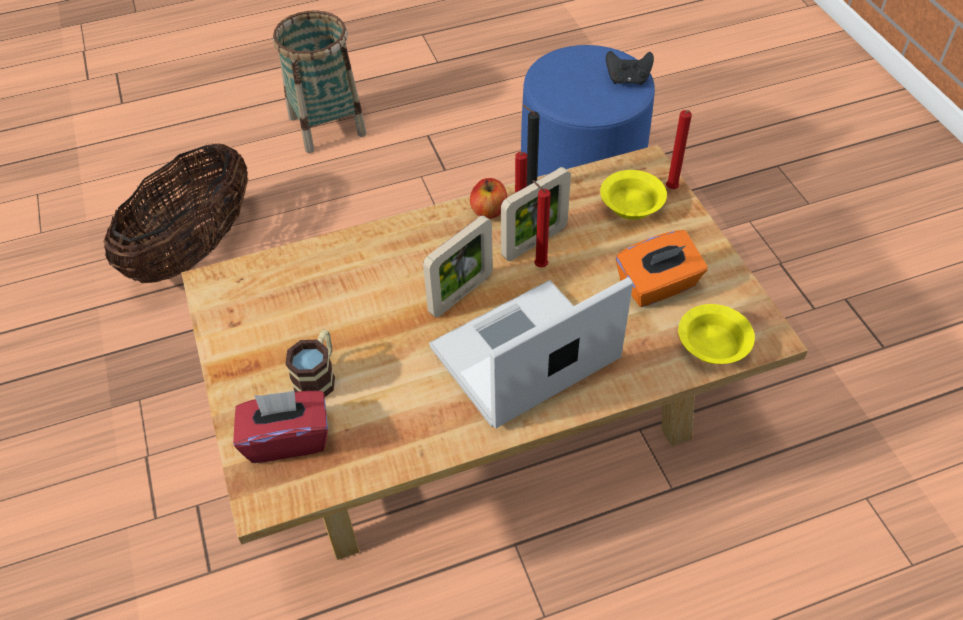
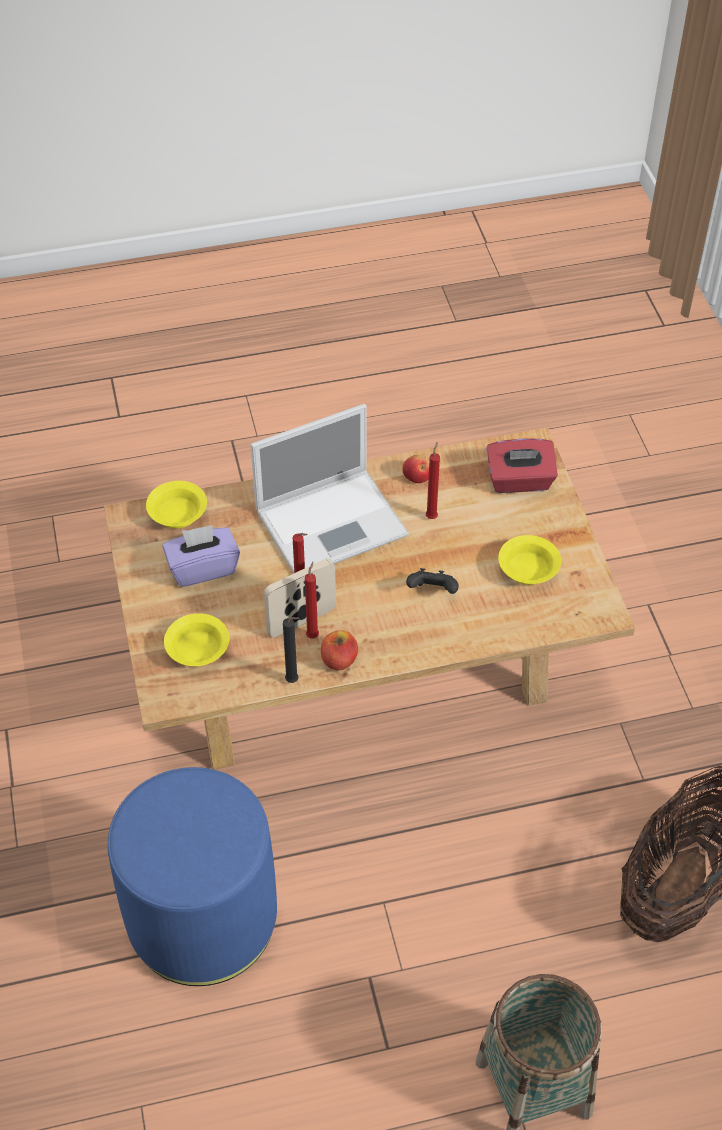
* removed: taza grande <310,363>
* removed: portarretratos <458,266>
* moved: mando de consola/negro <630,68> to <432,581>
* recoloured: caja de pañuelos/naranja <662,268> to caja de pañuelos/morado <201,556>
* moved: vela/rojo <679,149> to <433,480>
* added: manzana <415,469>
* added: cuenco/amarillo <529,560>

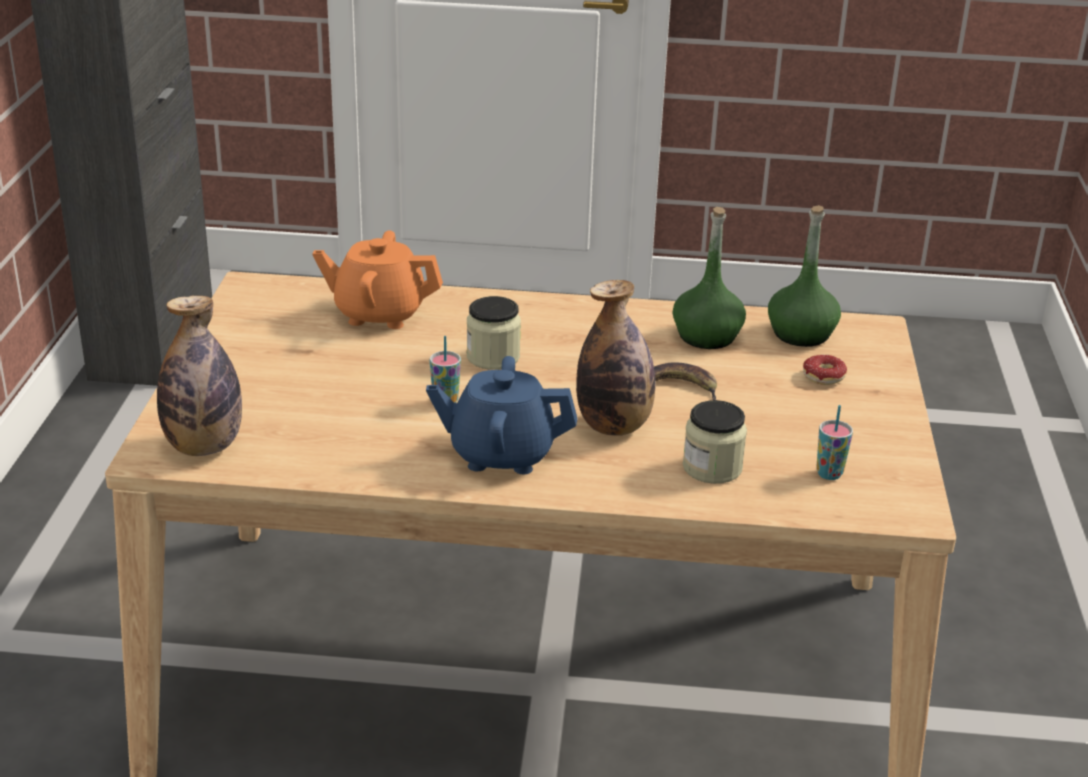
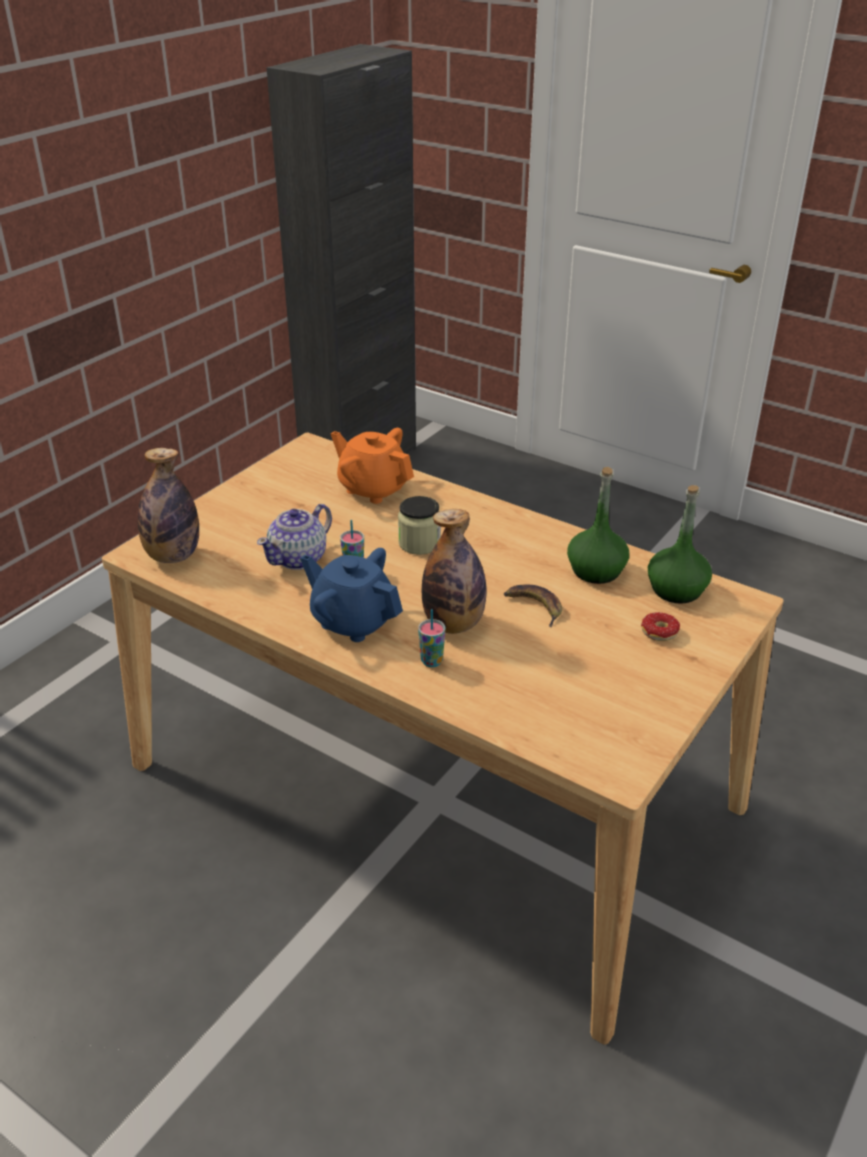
* removed: tarro <715,442>
* moved: taza <834,442> to <431,638>
* added: tetera <294,537>

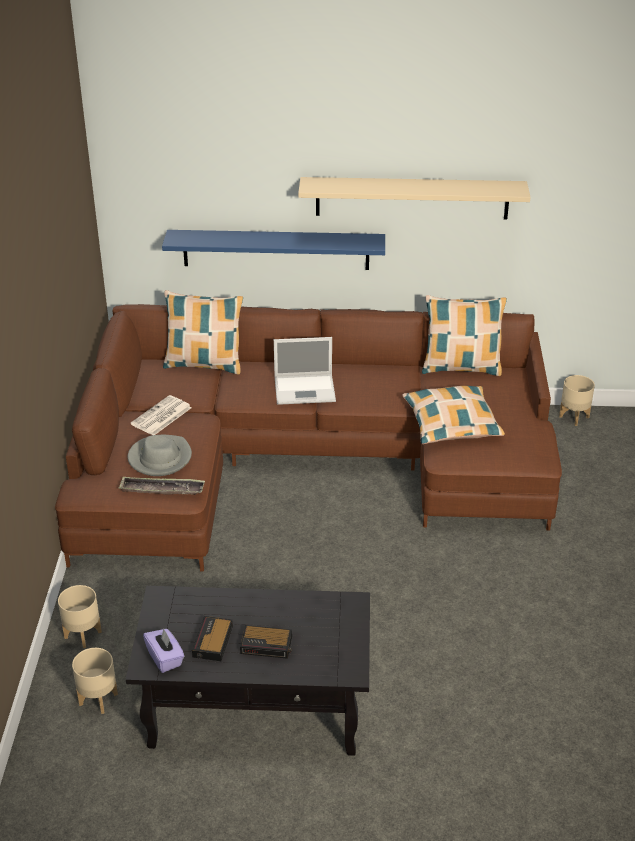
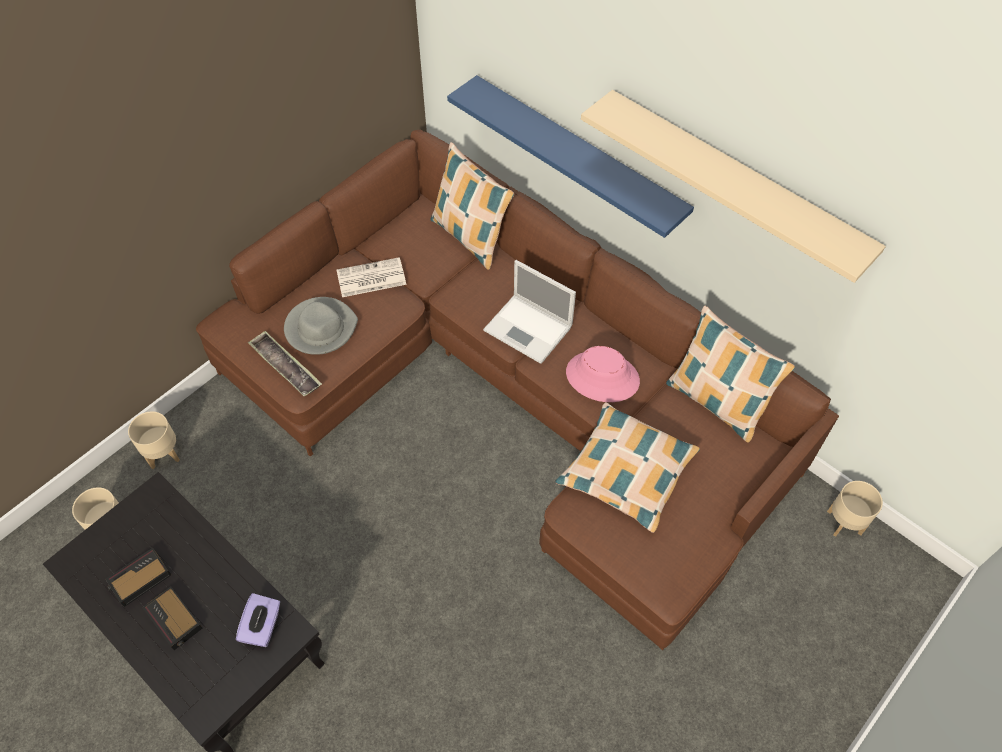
* moved: caja de pañuelos/morado <163,651> to <258,620>
* added: sombrero/rosa <603,374>

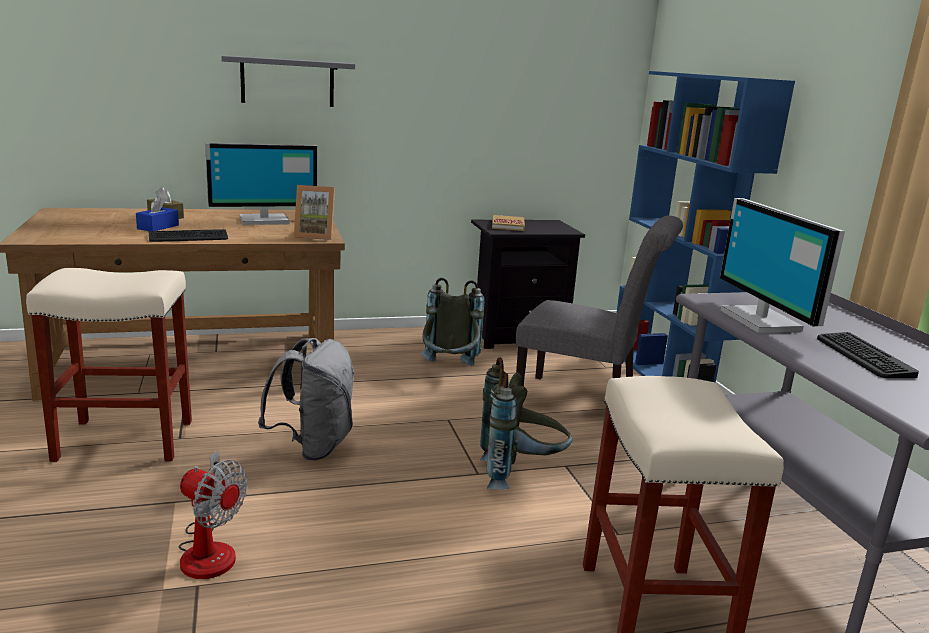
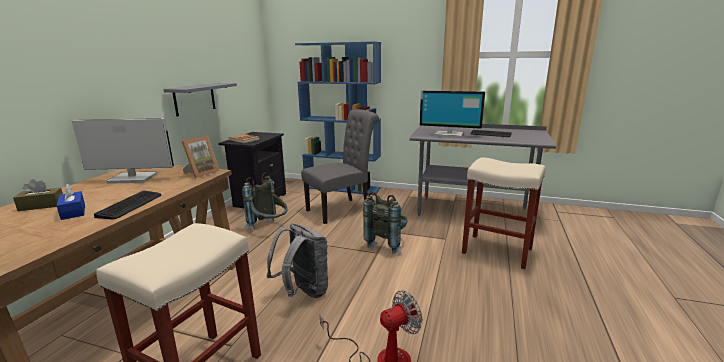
* turned: monitor <261,184> = <123,151> 105 degrees counterclockwise
* moved: estante/gris <288,81> to <200,100>

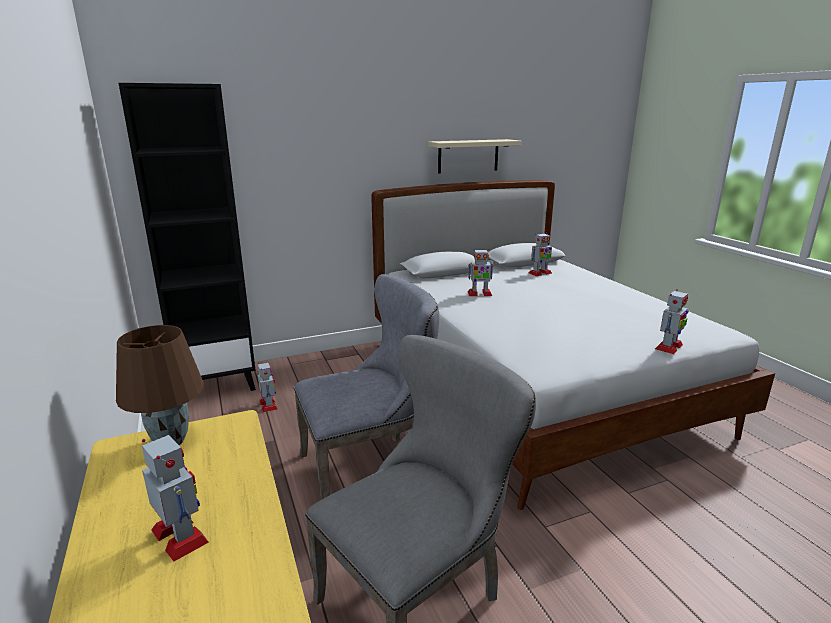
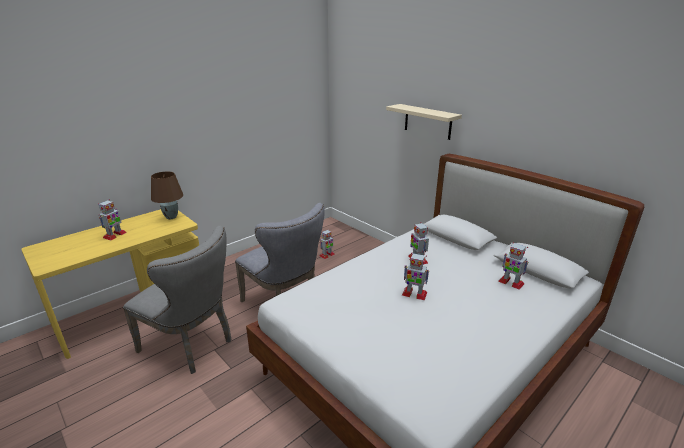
* removed: estantería/negro <187,237>
* moved: estante/beis <475,156> to <424,122>
* moved: robot de juguete <671,321> to <415,276>

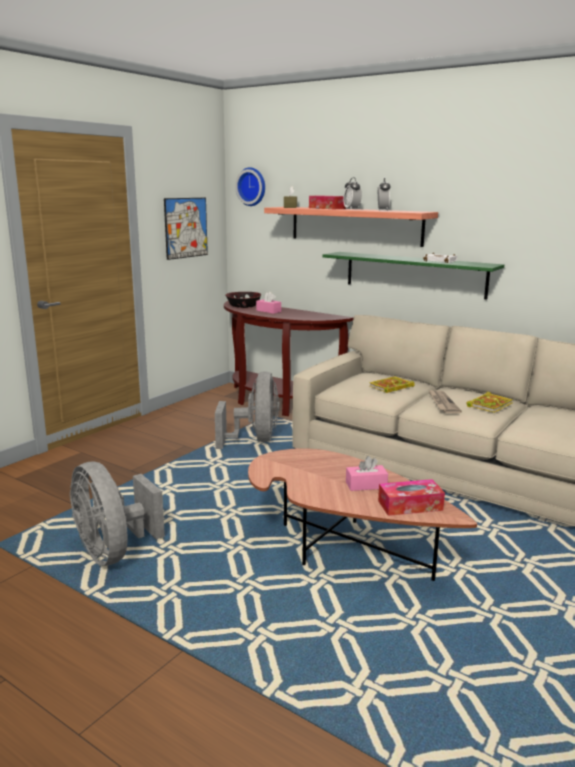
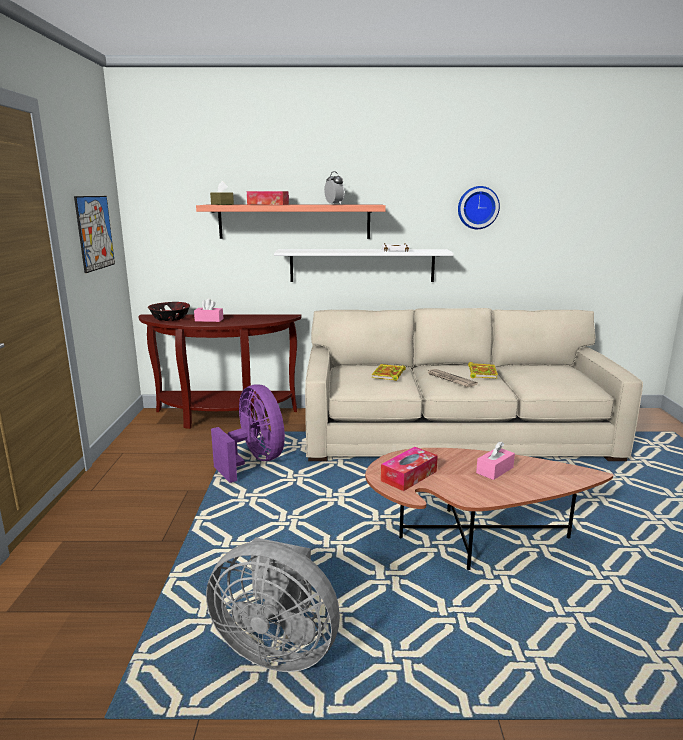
* recoloured: ventilador/gris <247,410> to ventilador/morado <248,433>
* moved: reloj de pared <250,186> to <479,207>
* recoloured: estante/verde <413,275> to estante/blanco <364,265>
* removed: despertador <352,193>
* moved: caja de pañuelos <411,497> to <409,469>

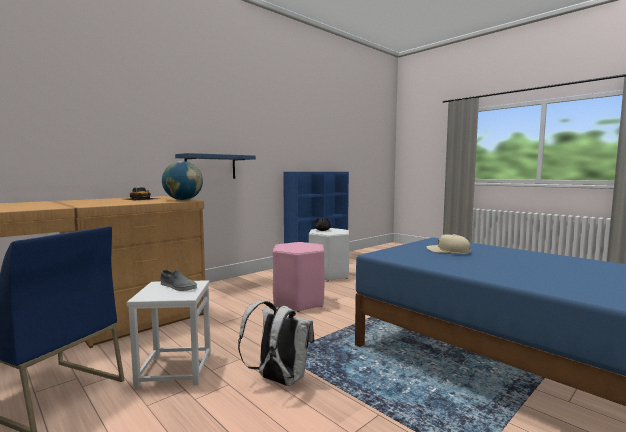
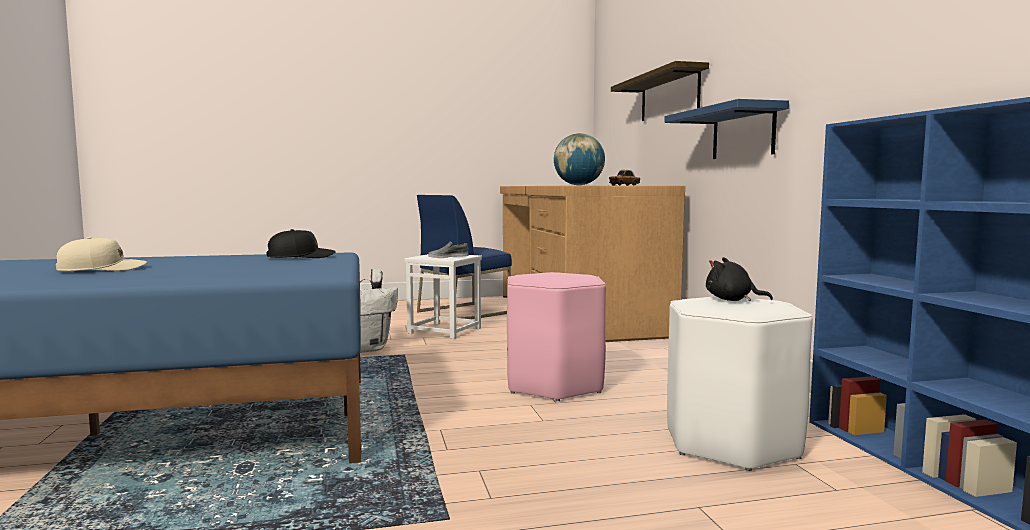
* moved: gorra/beis <449,244> to <101,254>
* added: gorra/negro <301,243>
* added: estante <660,91>

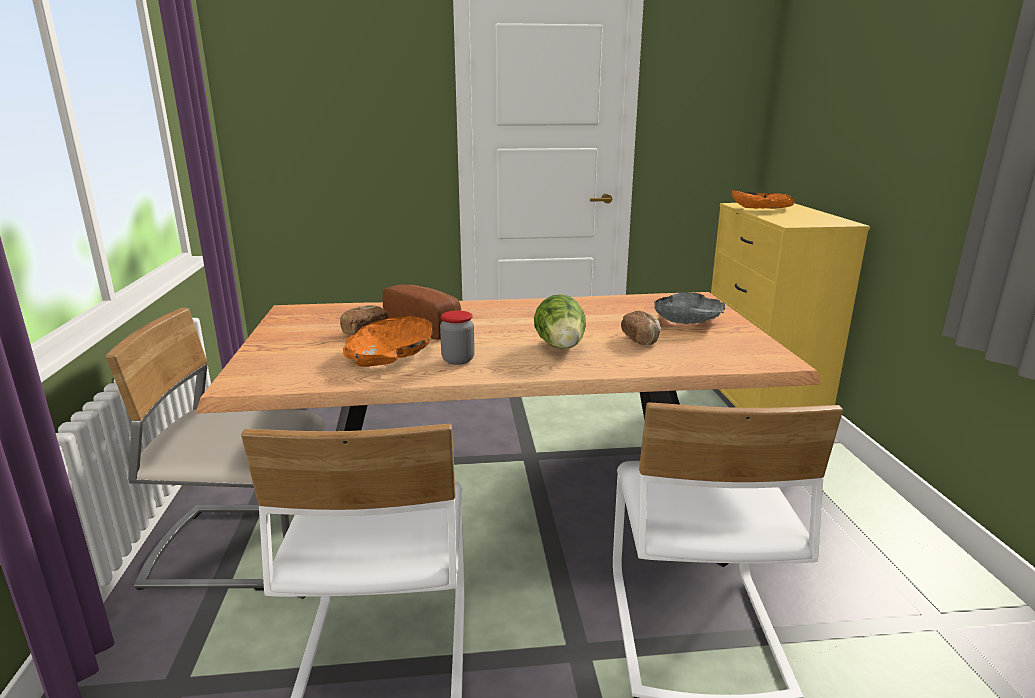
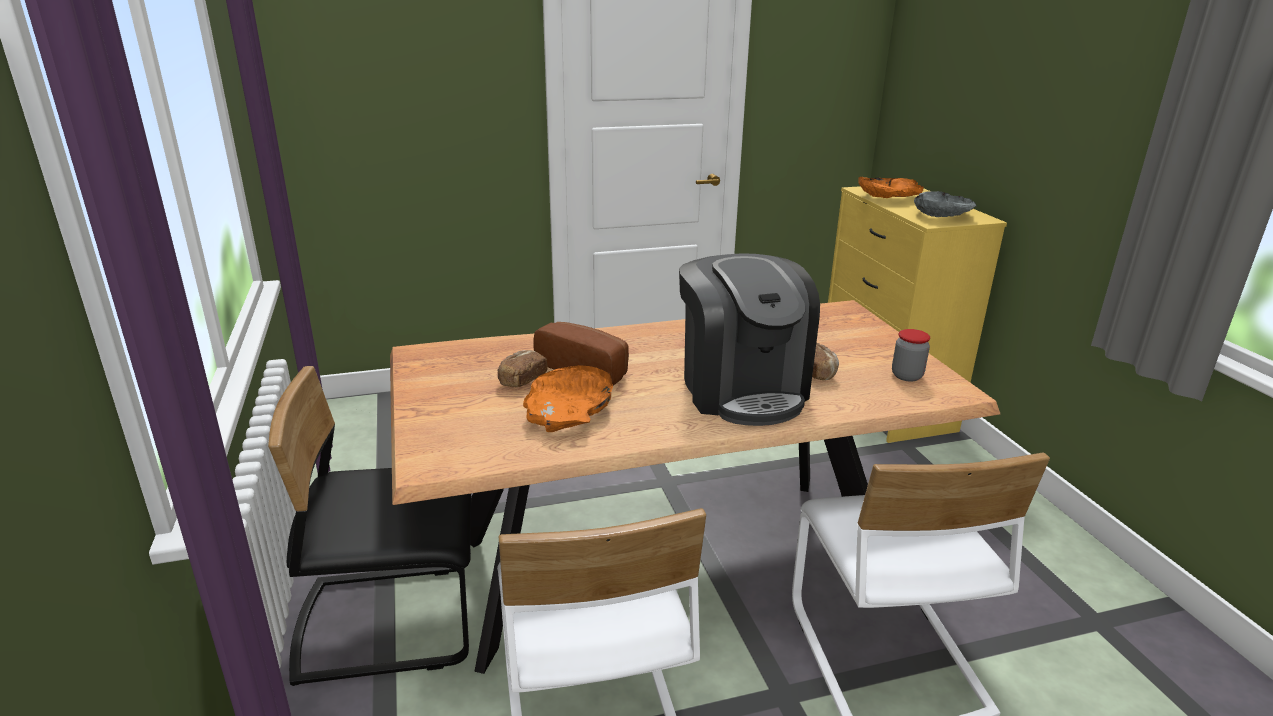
* recoloured: silla/beis <215,449> to silla/negro <369,526>
* moved: tarro <457,337> to <911,355>
* replaced: lechuga <560,321> to cafetera <749,339>
* moved: cuenco/gris <689,308> to <945,204>

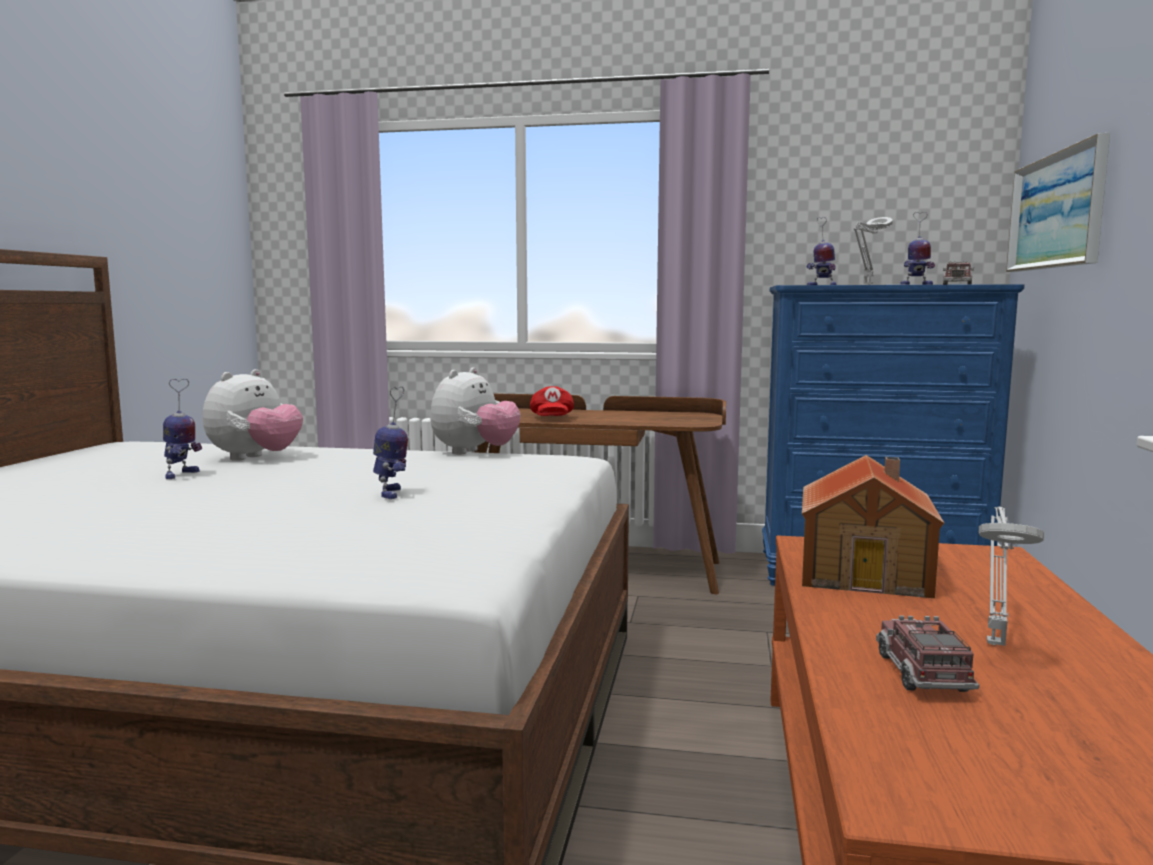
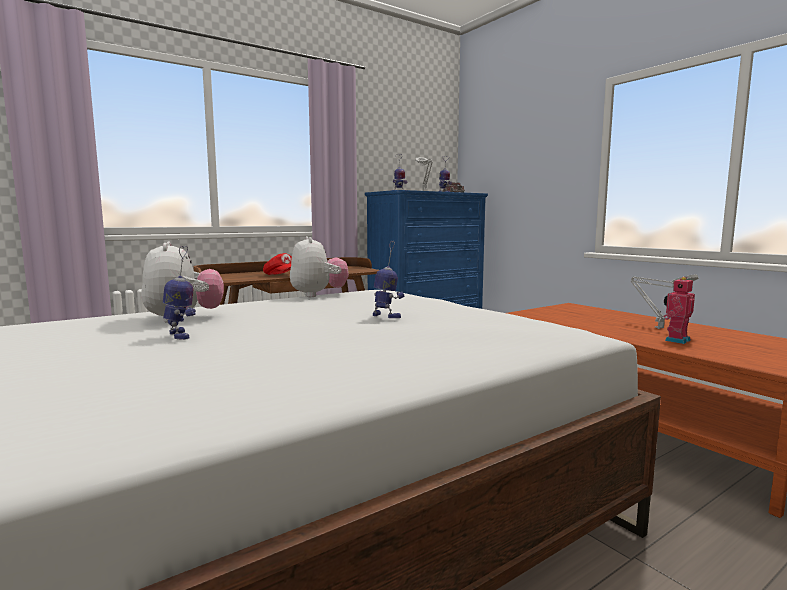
* removed: casita <873,526>
* replaced: camión de juguete <927,654> to robot de juguete <679,310>
* removed: cuadro <1058,202>

